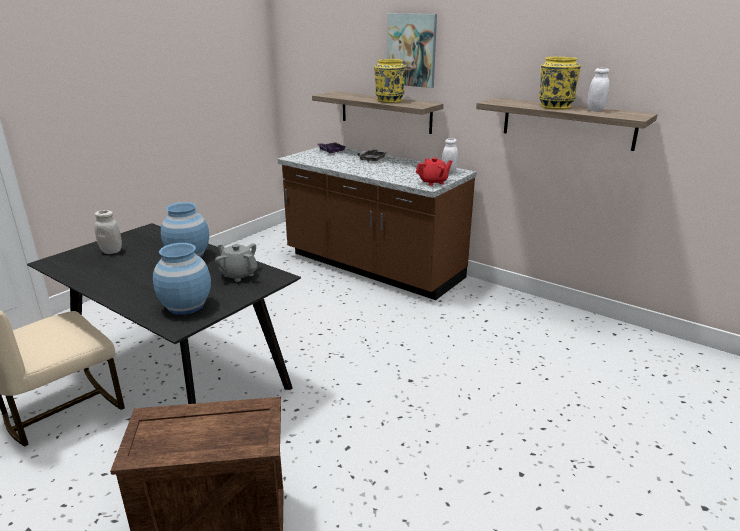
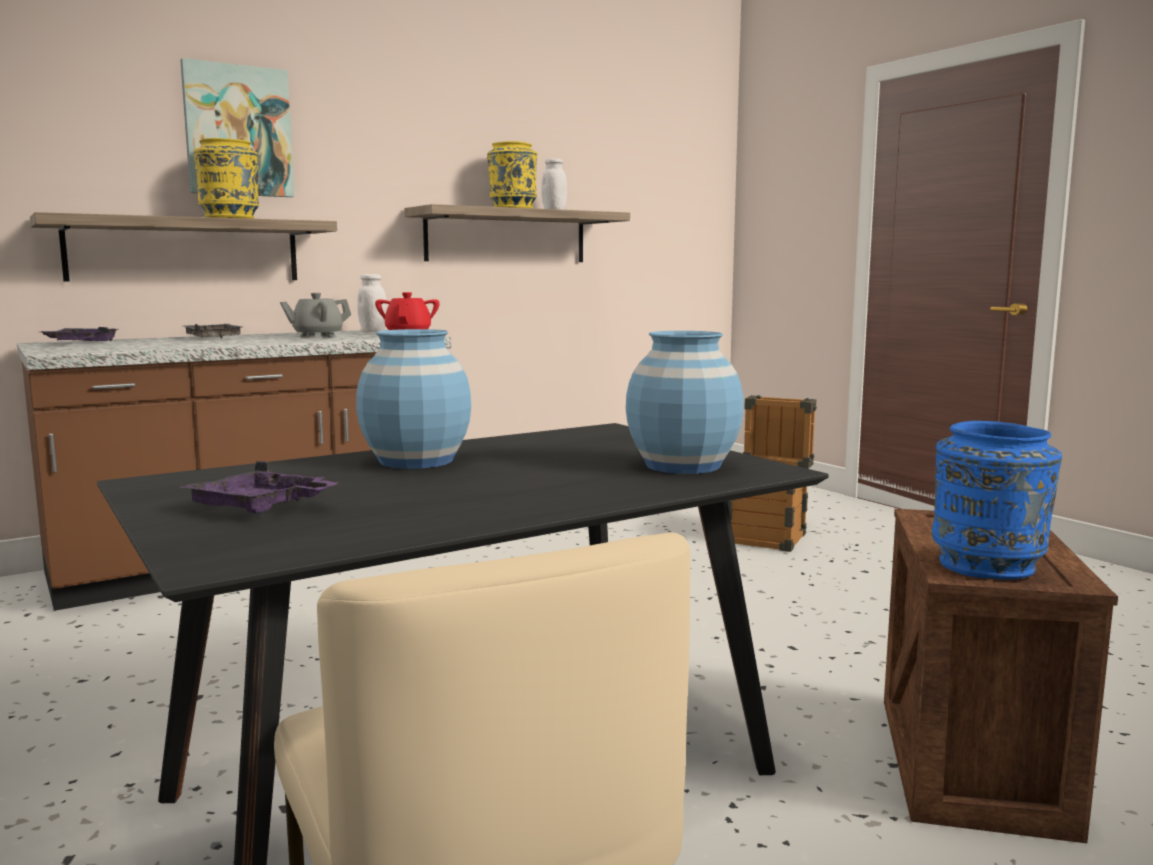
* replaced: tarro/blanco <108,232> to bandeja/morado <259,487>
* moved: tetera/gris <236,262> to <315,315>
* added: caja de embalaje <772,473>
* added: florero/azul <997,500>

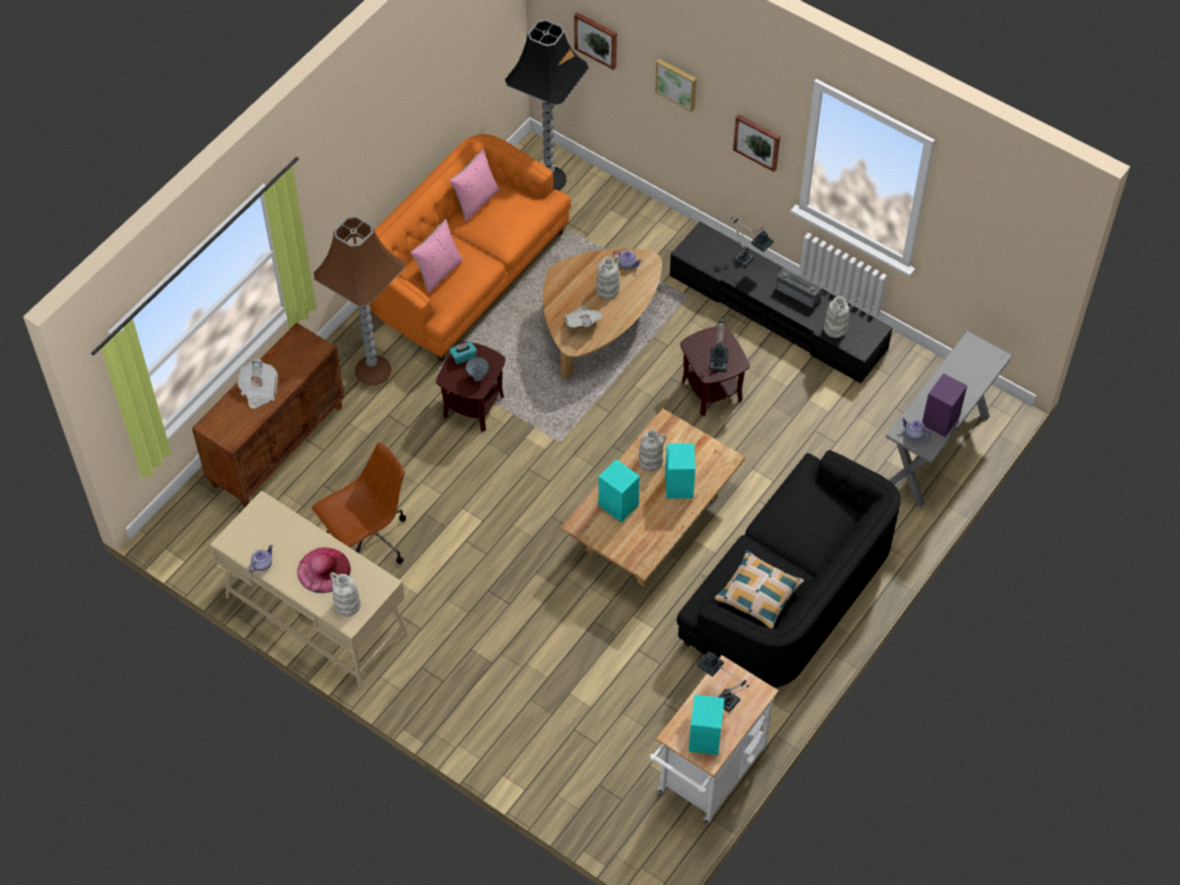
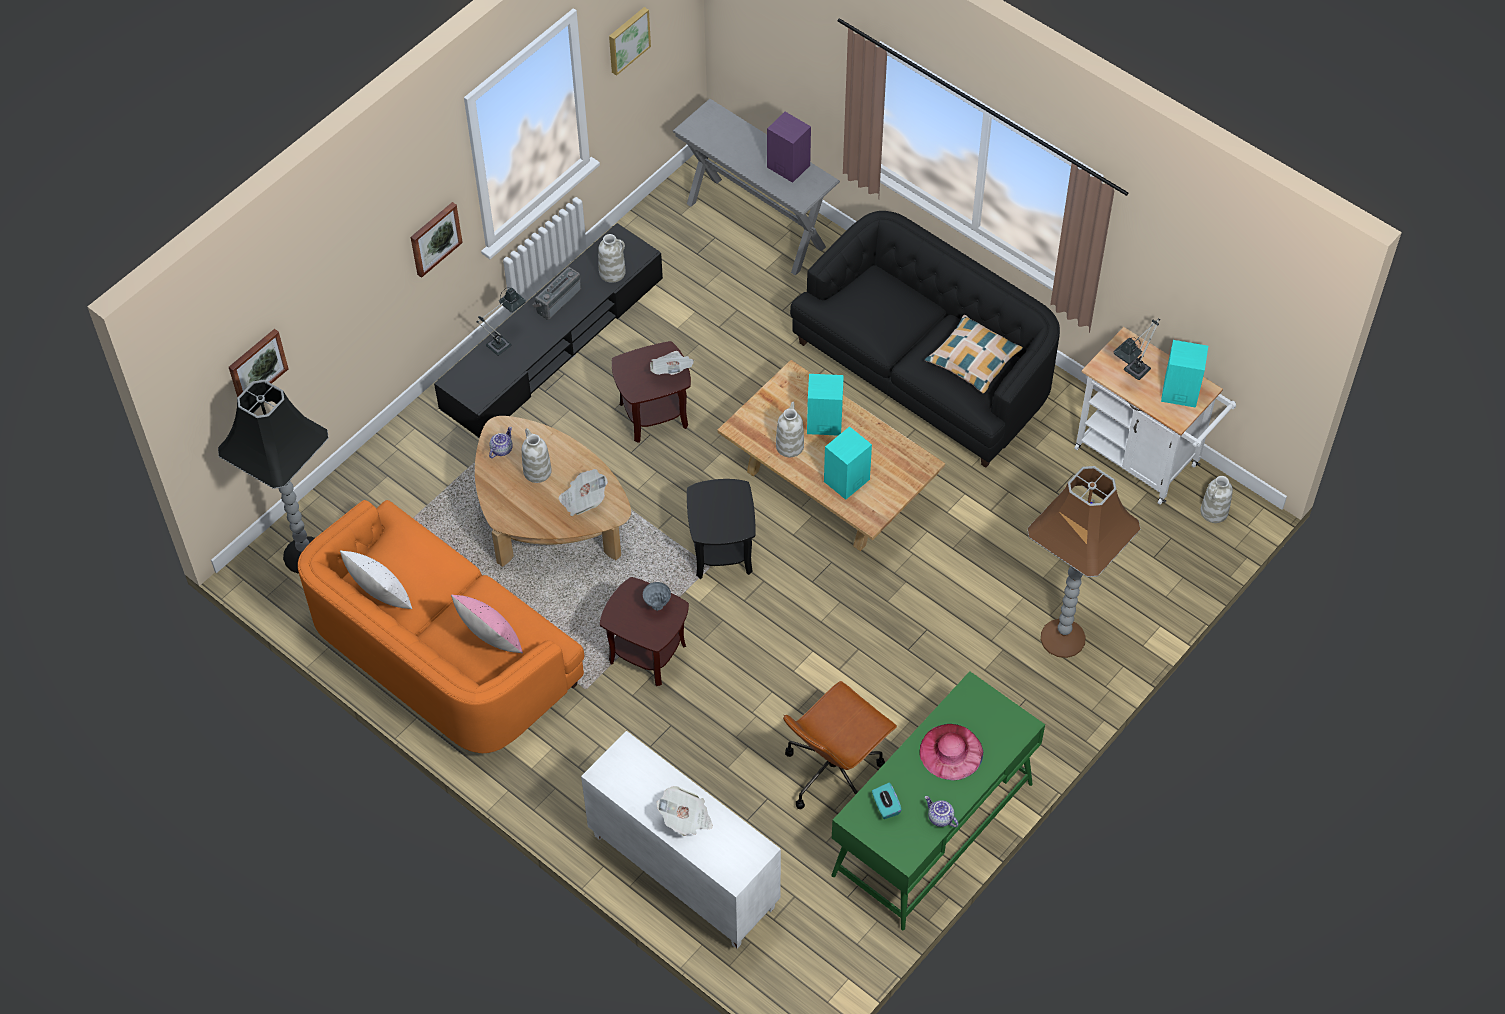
* recoloured: armario/marrón <268,414> to armario/blanco <681,840>
* recoloured: escritorio/beis <309,589> to escritorio/verde <938,800>
* turned: silla de oficina/marrón <359,503> = <840,745> 105 degrees counterclockwise
* moved: lámpara de pie/marrón <359,300> to <1084,562>
* moved: florero/blanco <345,594> to <1216,499>
* recoloured: cojín/rosa <474,185> to cojín/blanco <376,579>
* moved: caja de pañuelos/turquesa <463,353> to <887,801>
* moved: cuadro <675,85> to <630,41>
* replaced: lámpara de mesa <719,344> to periódico <672,363>
* removed: tetera <916,429>
* added: mesa auxiliar/negro <721,529>

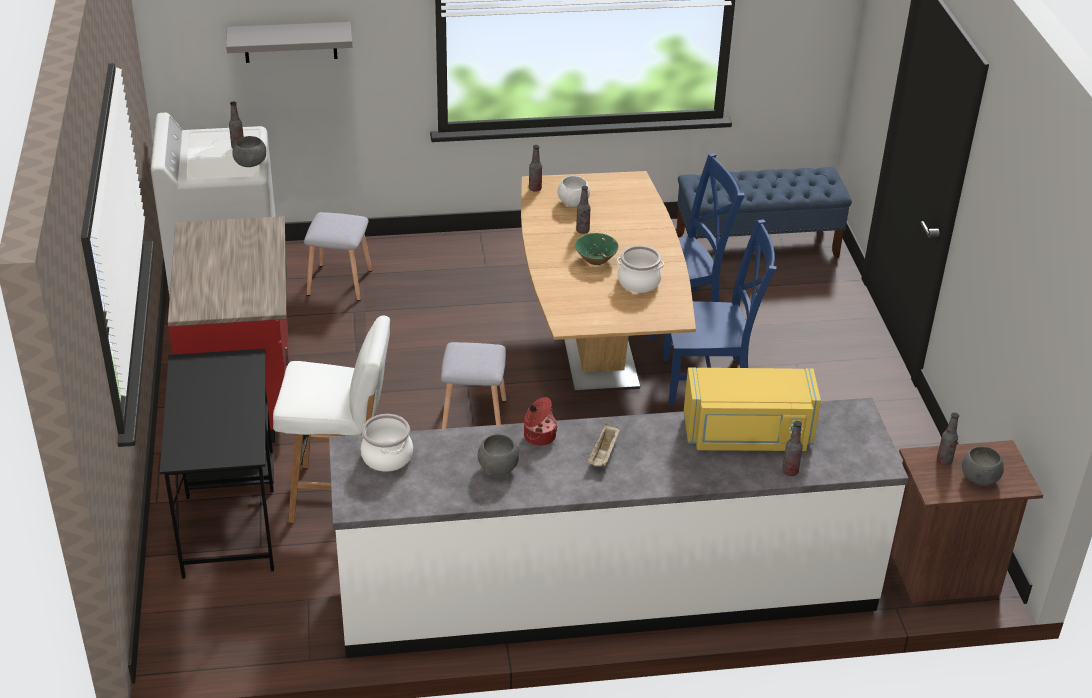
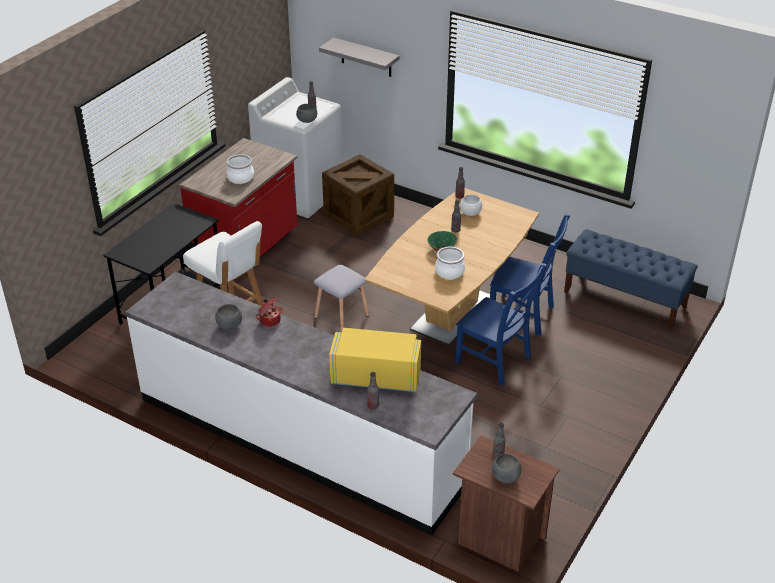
* replaced: taburete/gris <338,256> to caja de embalaje <358,195>
* moved: olla <387,443> to <240,169>
* removed: bandeja/beis <603,445>
* turned: microondas/amarillo <752,409> = <375,360> 150 degrees clockwise

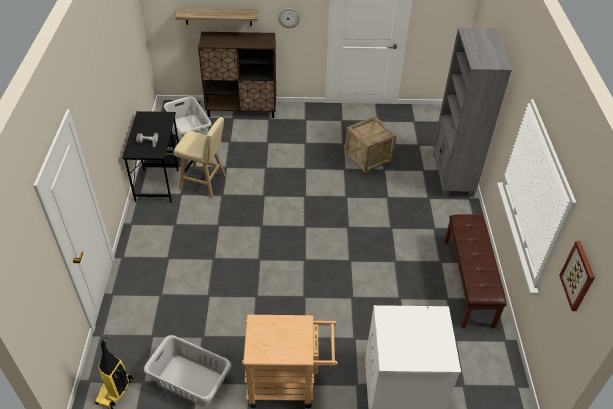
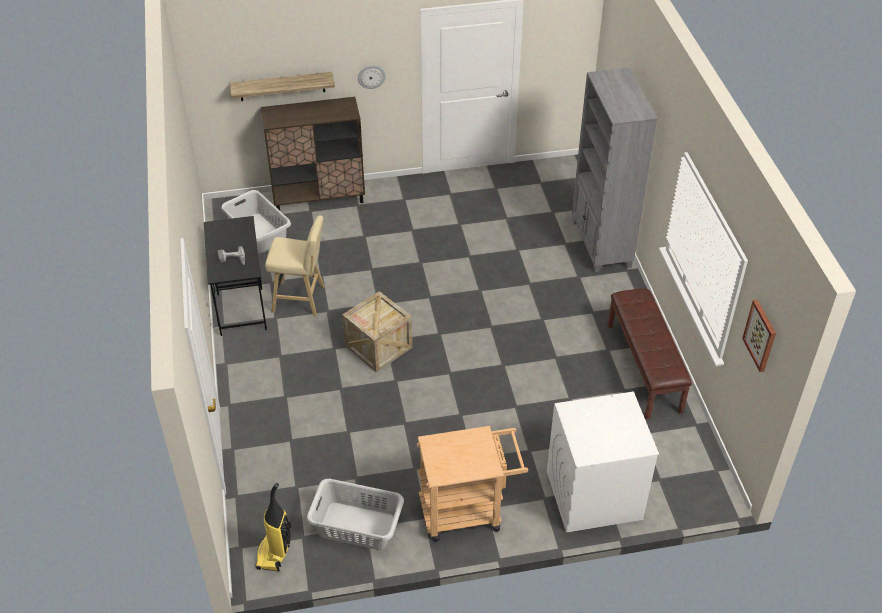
* moved: caja de embalaje <371,144> to <377,331>

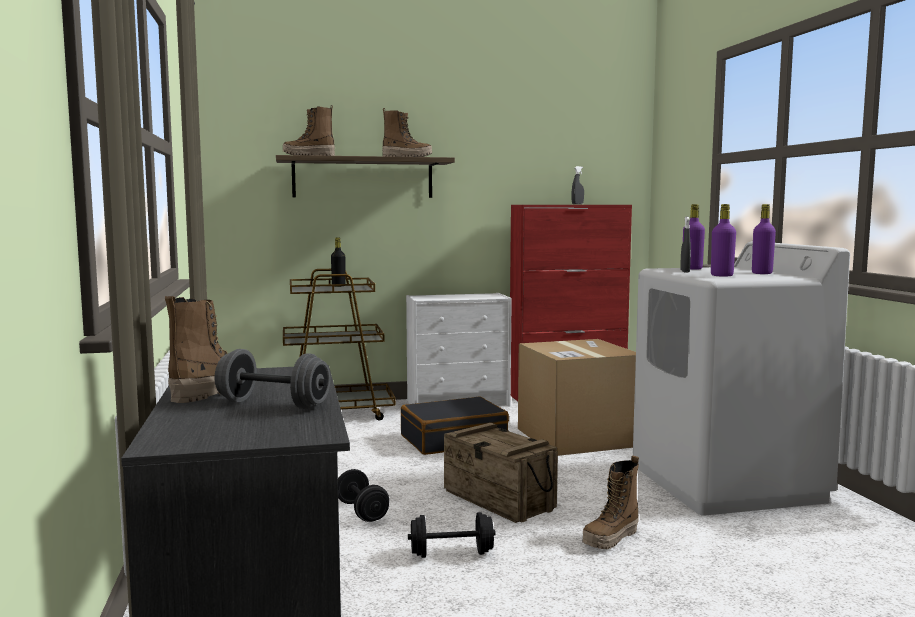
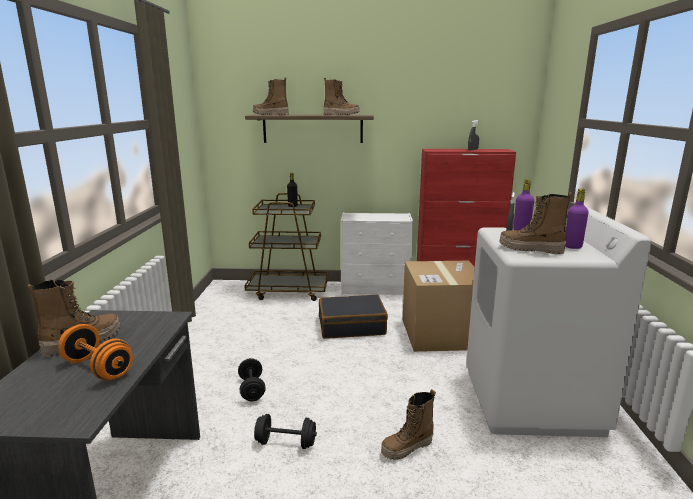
* recoloured: mancuerna/gris <272,379> to mancuerna/naranja <96,352>
* removed: caja de embalaje <501,473>
* replaced: botella/morado <723,240> to bota <536,223>

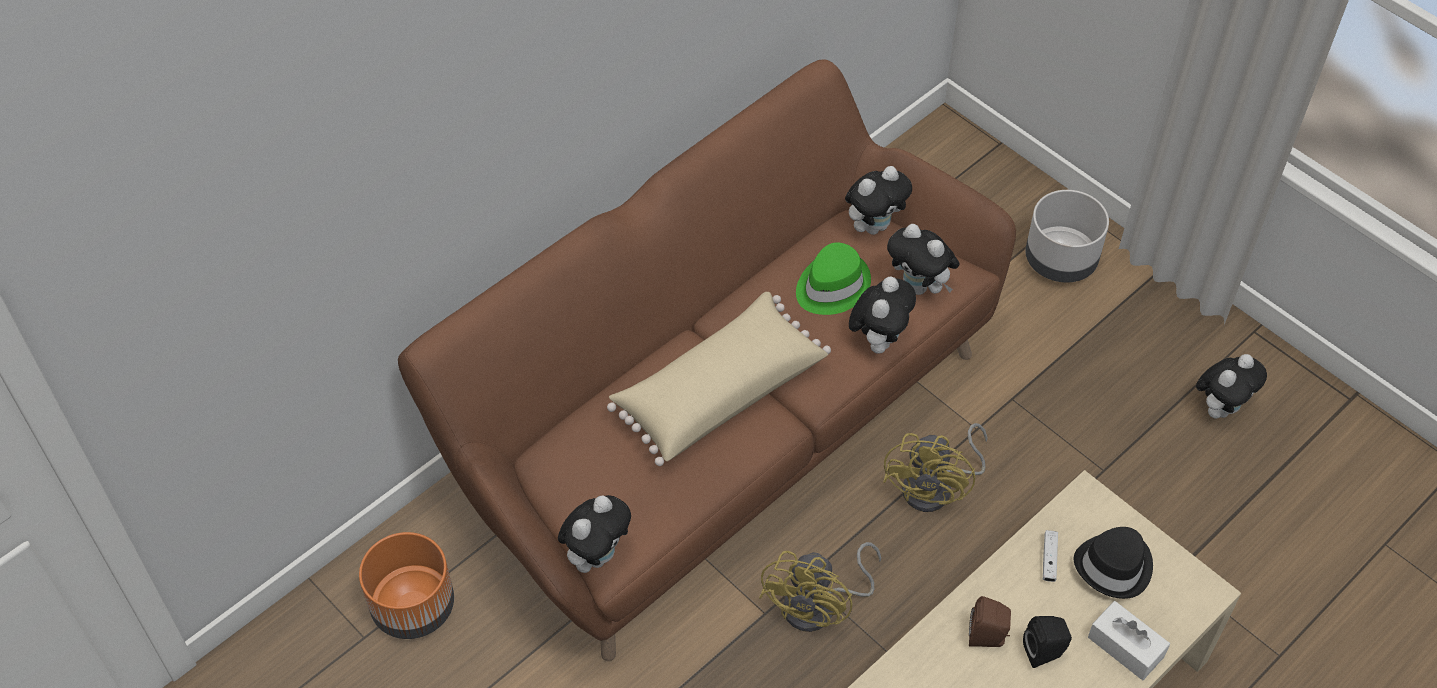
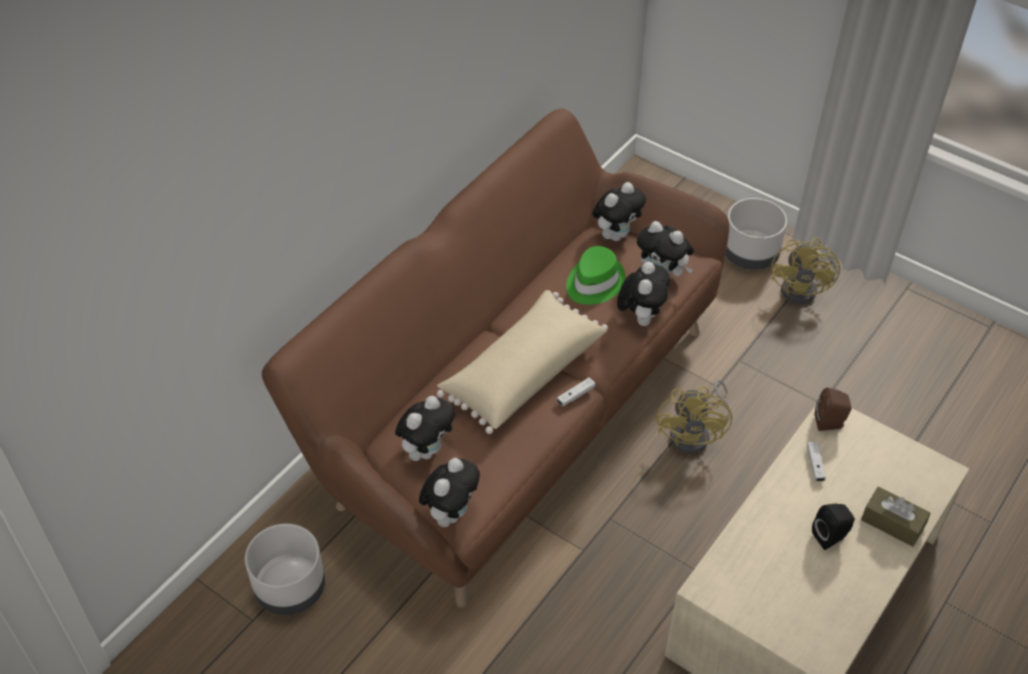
* recoloured: maceta/naranja <406,585> to maceta/gris <285,569>
* moved: ventilador/amarillo <820,587> to <805,271>
* moved: altavoz/marrón <990,621> to <833,409>
* removed: sombrero/negro <1113,563>
* recoloured: caja de pañuelos/blanco <1129,640> to caja de pañuelos/marrón <896,517>
* moved: peluche <1231,386> to <425,428>
* added: mando de consola/blanco <576,392>

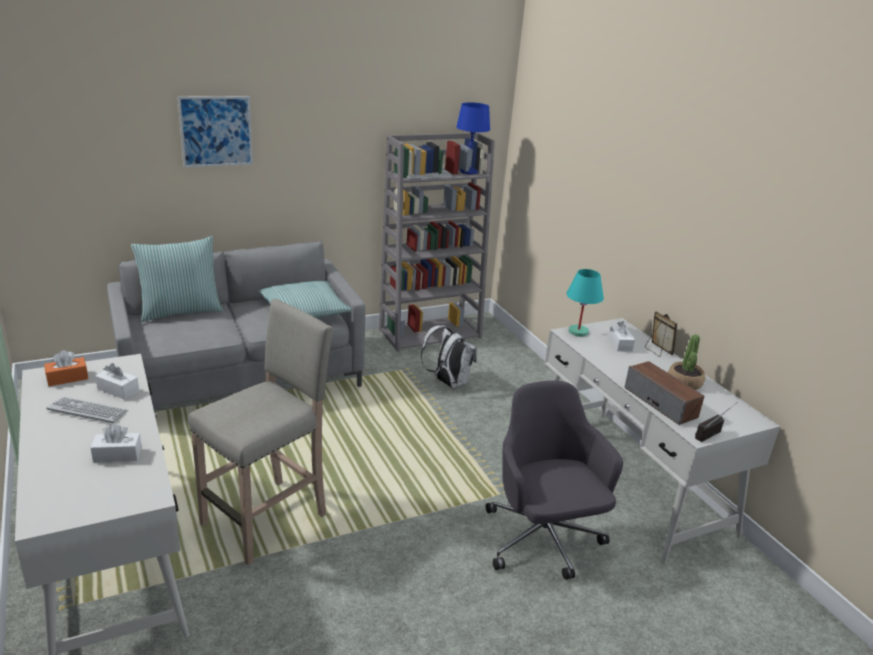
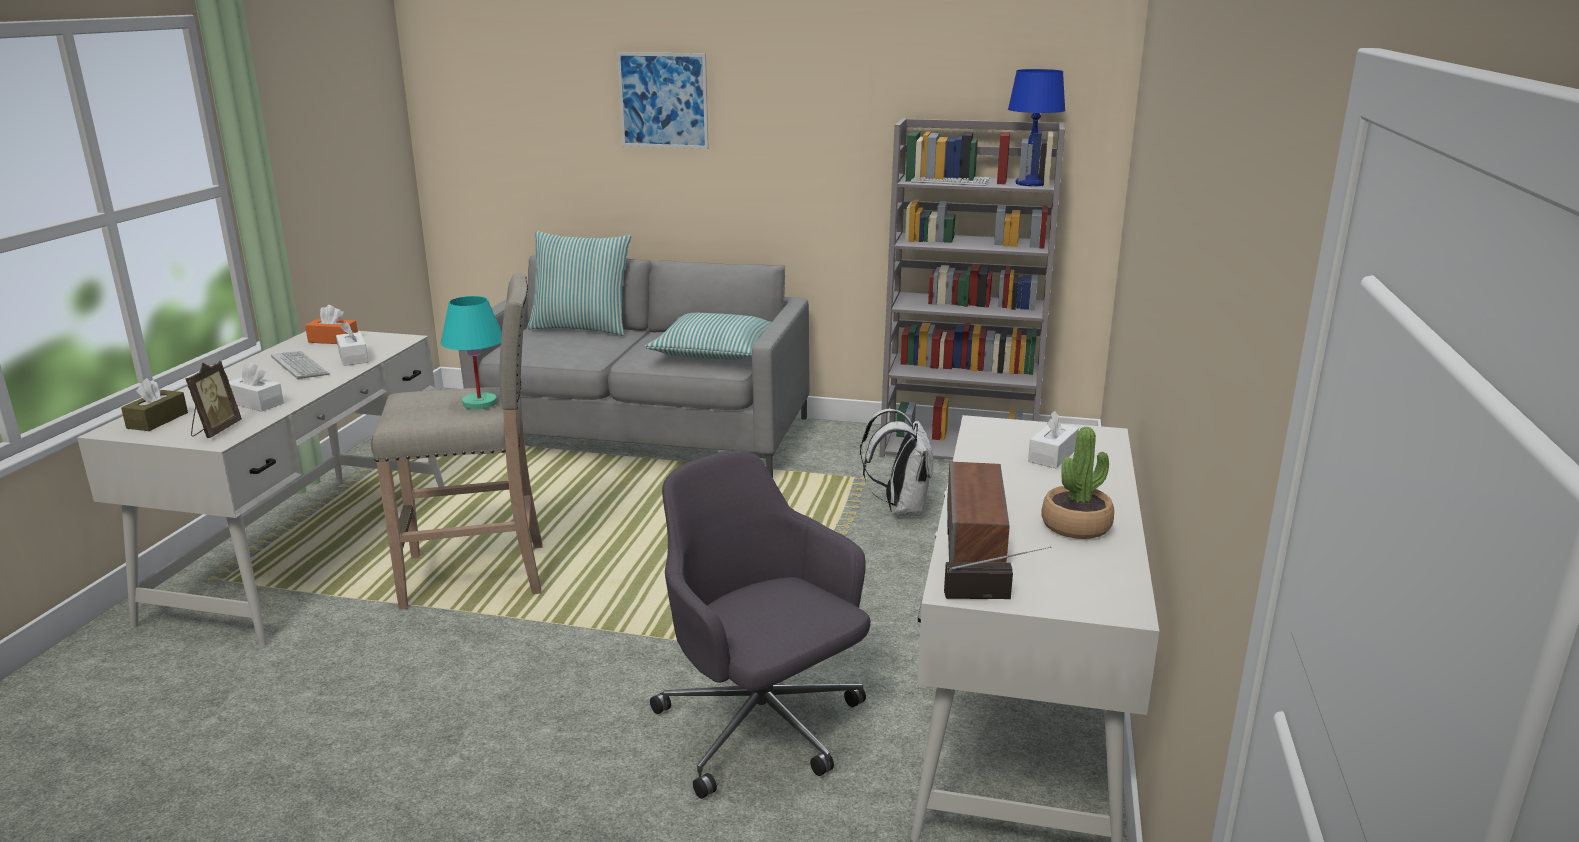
* turned: silla de oficina/gris <554,480> = <760,624> 60 degrees counterclockwise
* moved: lámpara de mesa/turquesa <585,303> to <471,353>
* moved: portarretratos <661,334> to <213,399>
* added: caja de pañuelos/marrón <154,404>

